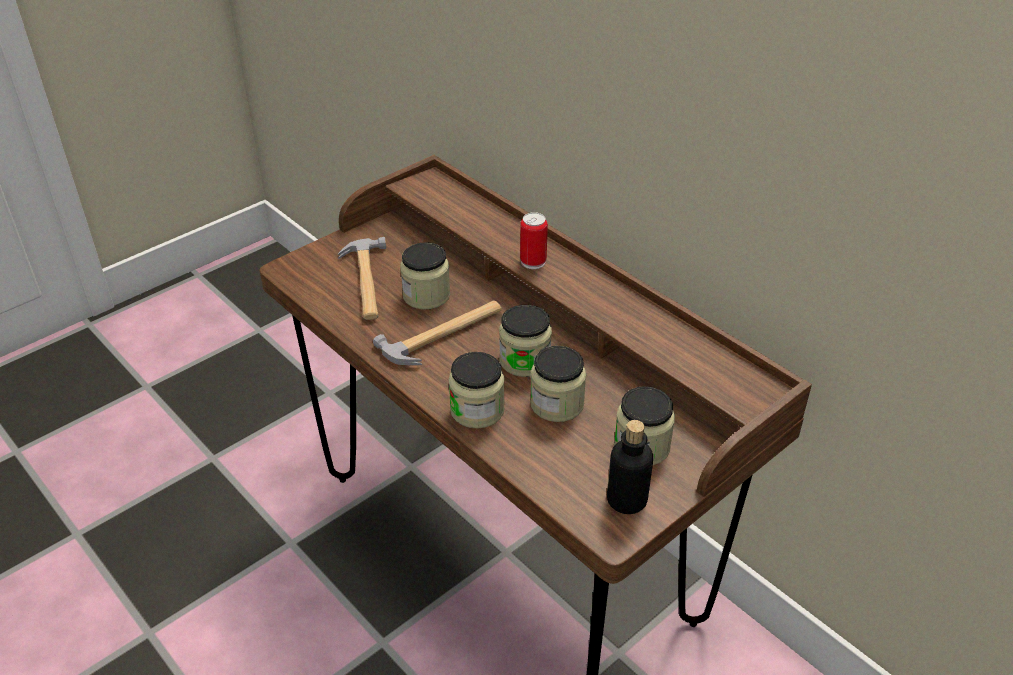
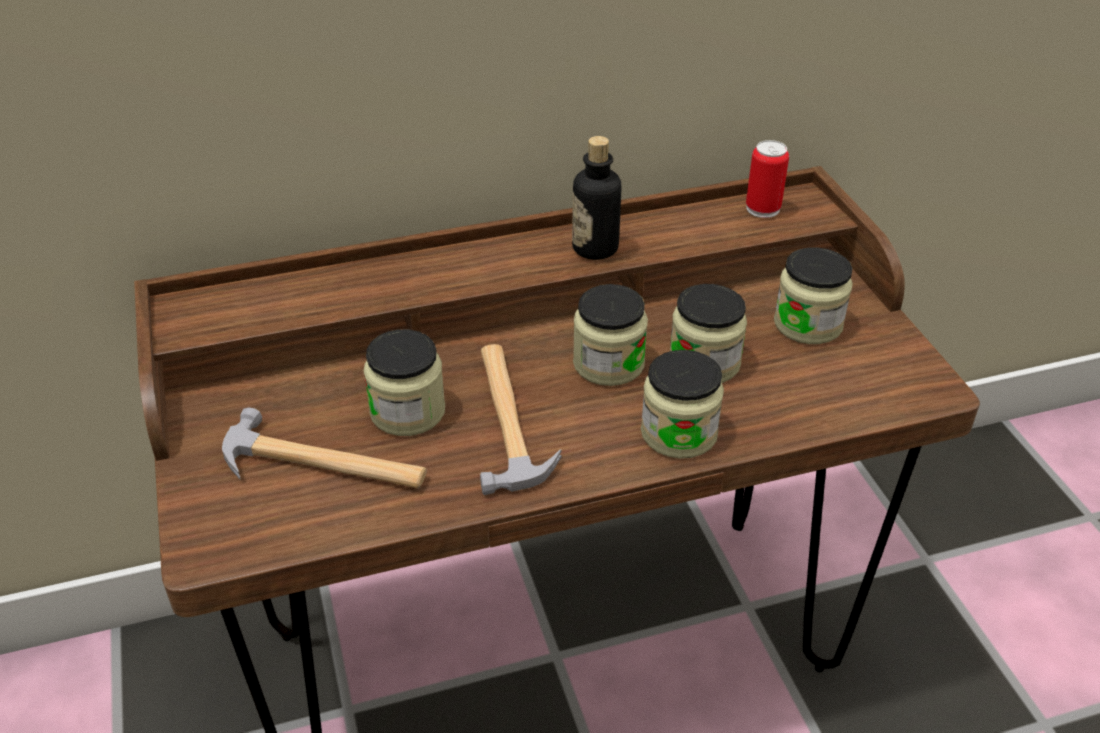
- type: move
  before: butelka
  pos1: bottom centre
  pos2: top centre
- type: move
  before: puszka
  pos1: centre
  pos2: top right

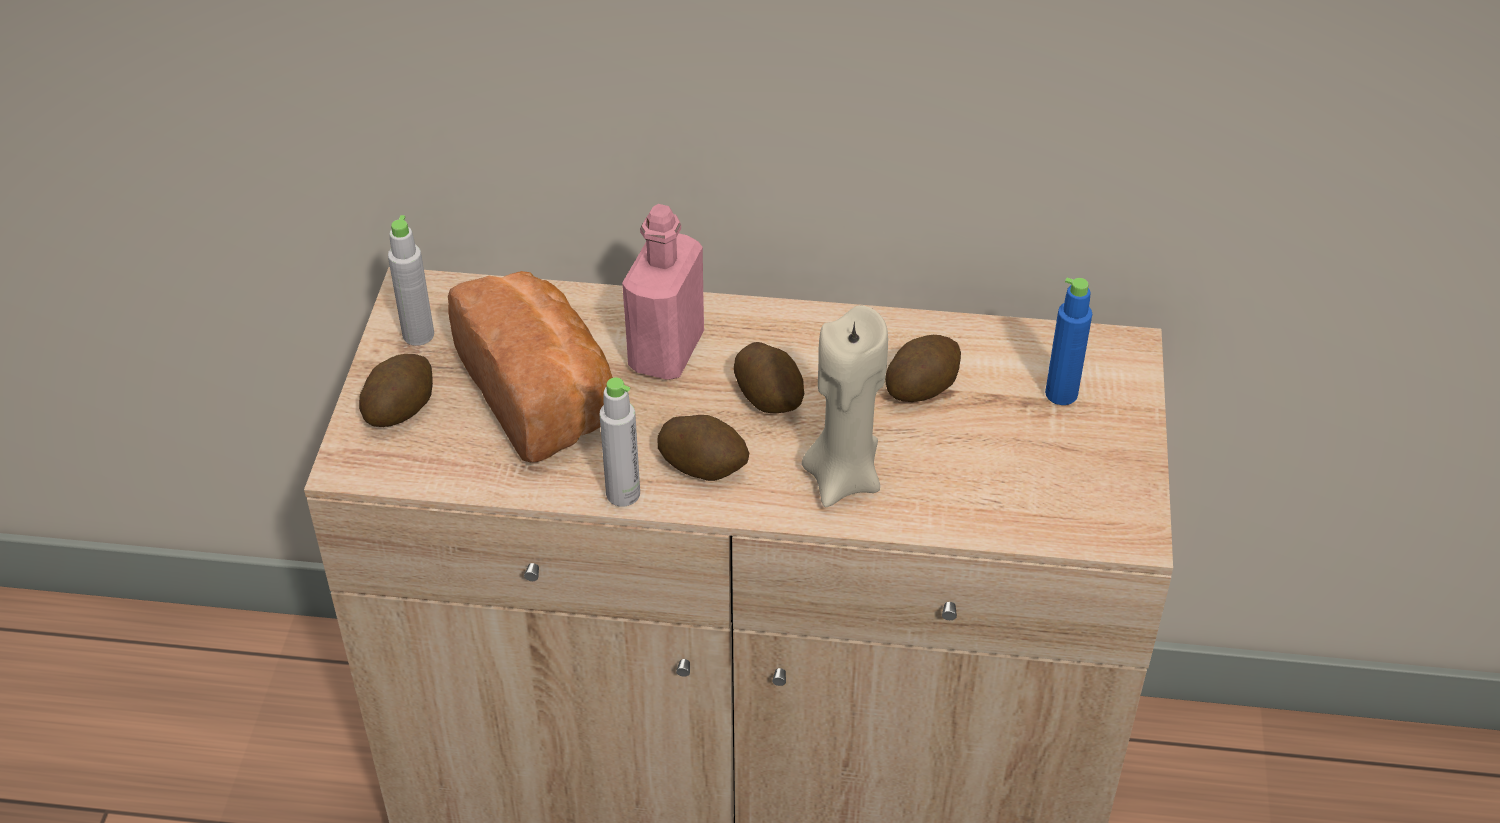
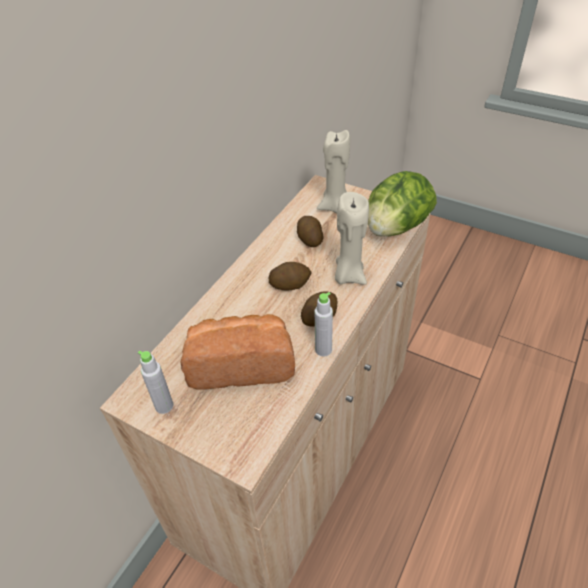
- type: replace
  before: butelka [niebieski]
  after: świeca [beżowy] (1st from left)
  pos1: middle right
  pos2: top centre
- type: insert
  after: sałata
  pos2: middle right
- type: delete
  before: ziemniak (1st from left)
  pos1: middle left
- type: delete
  before: butelka [różowy]
  pos1: centre

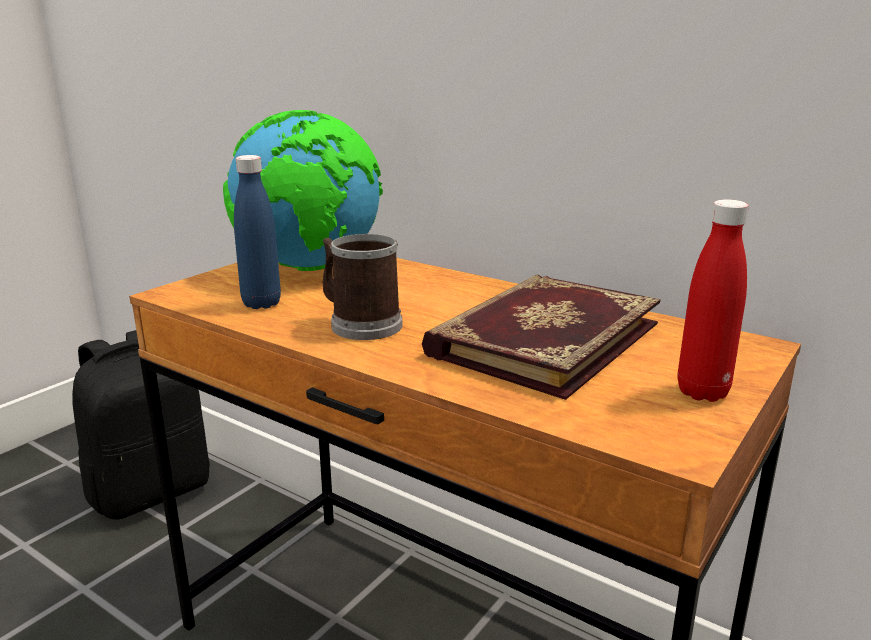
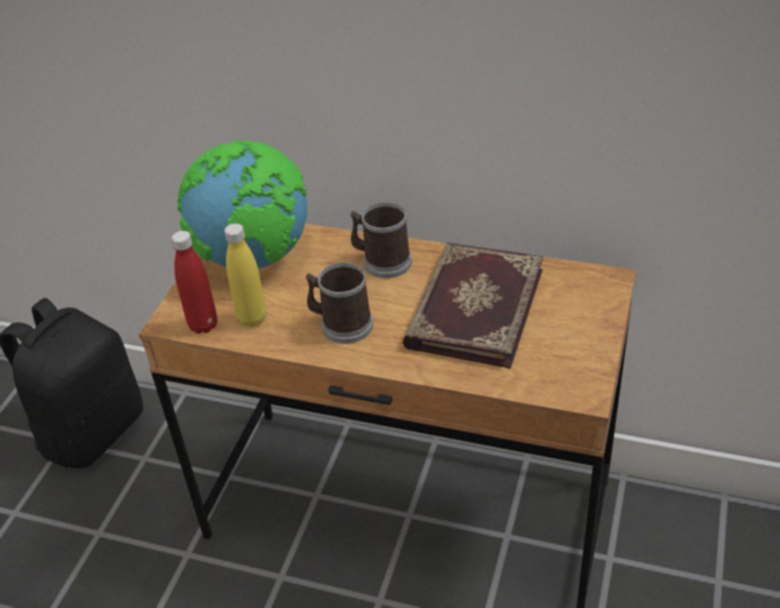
- type: move
  before: butelka [czerwony]
  pos1: middle right
  pos2: middle left
- type: recolor
  before: butelka [niebieski]
  after: butelka [żółty]
  pos1: middle left
  pos2: middle left
- type: insert
  after: kubek (2nd from left)
  pos2: centre

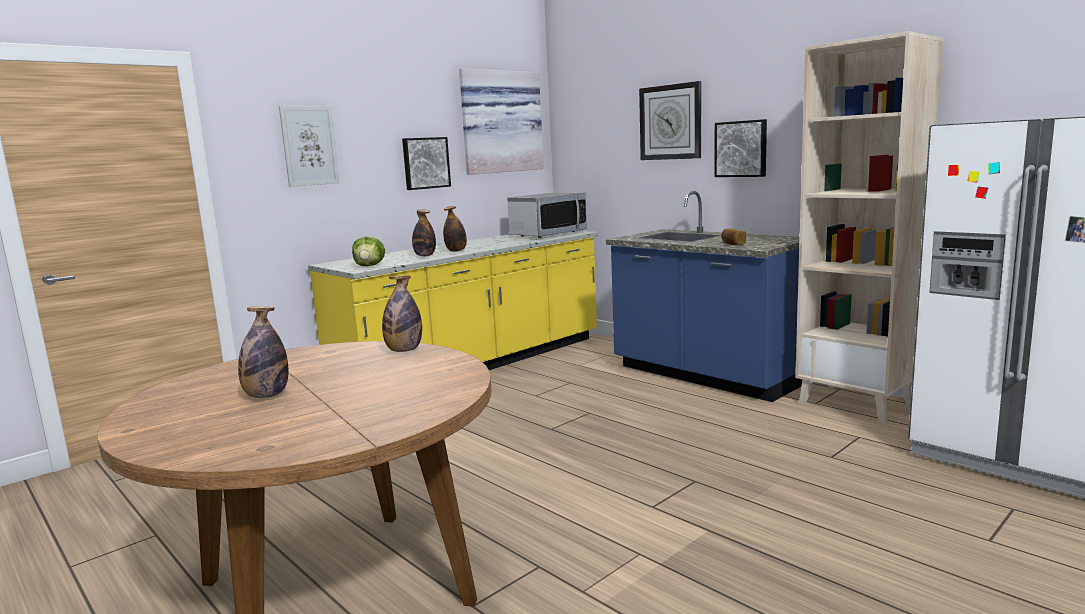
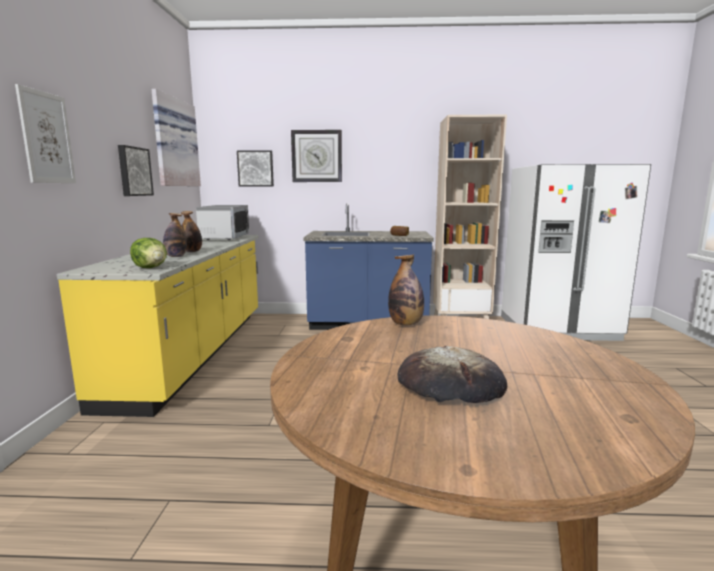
- type: move
  before: obraz (4th from left)
  pos1: top right
  pos2: top centre
- type: replace
  before: butelka (1st from left)
  after: chleb (2nd from left)
  pos1: middle left
  pos2: centre

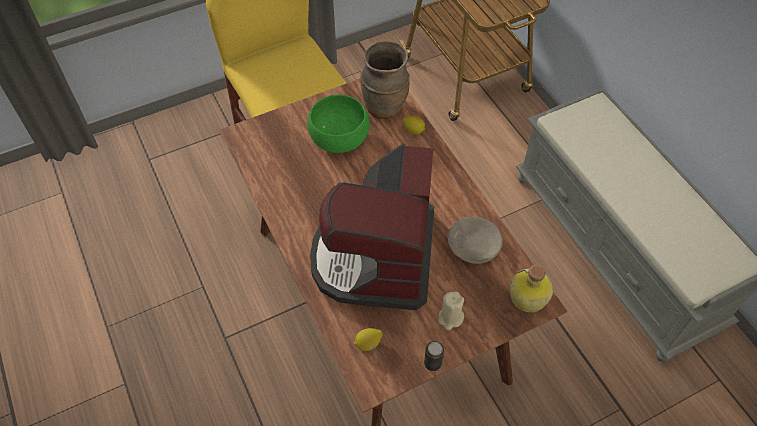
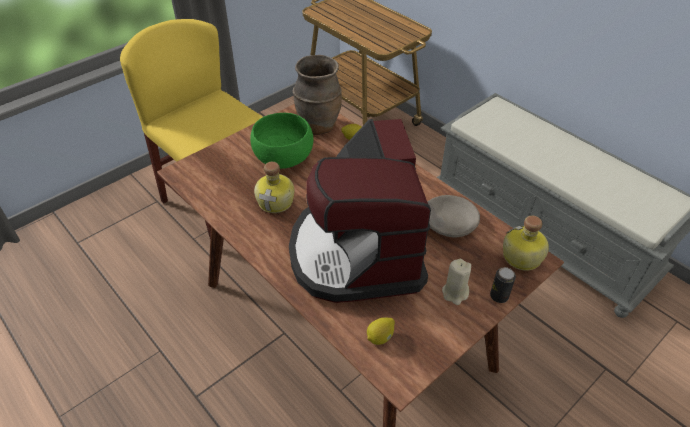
- type: insert
  after: butelka (1st from left)
  pos2: centre
- type: move
  before: puszka
  pos1: bottom centre
  pos2: bottom right

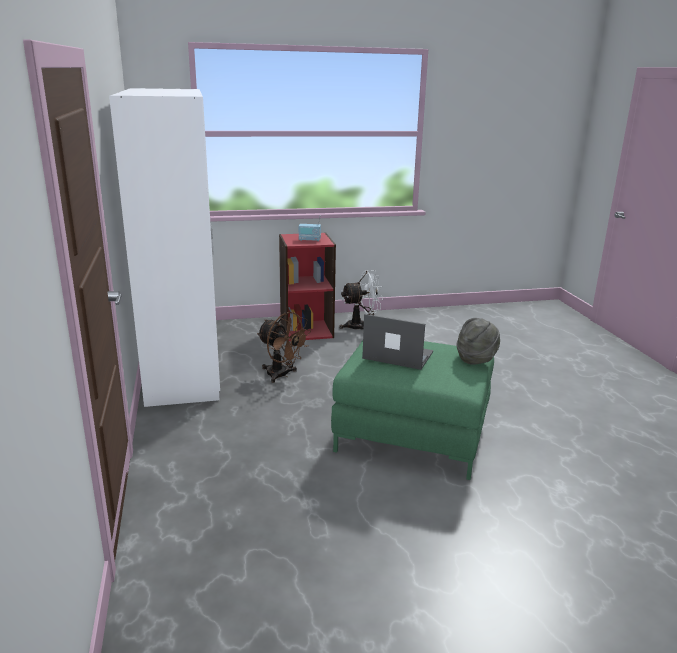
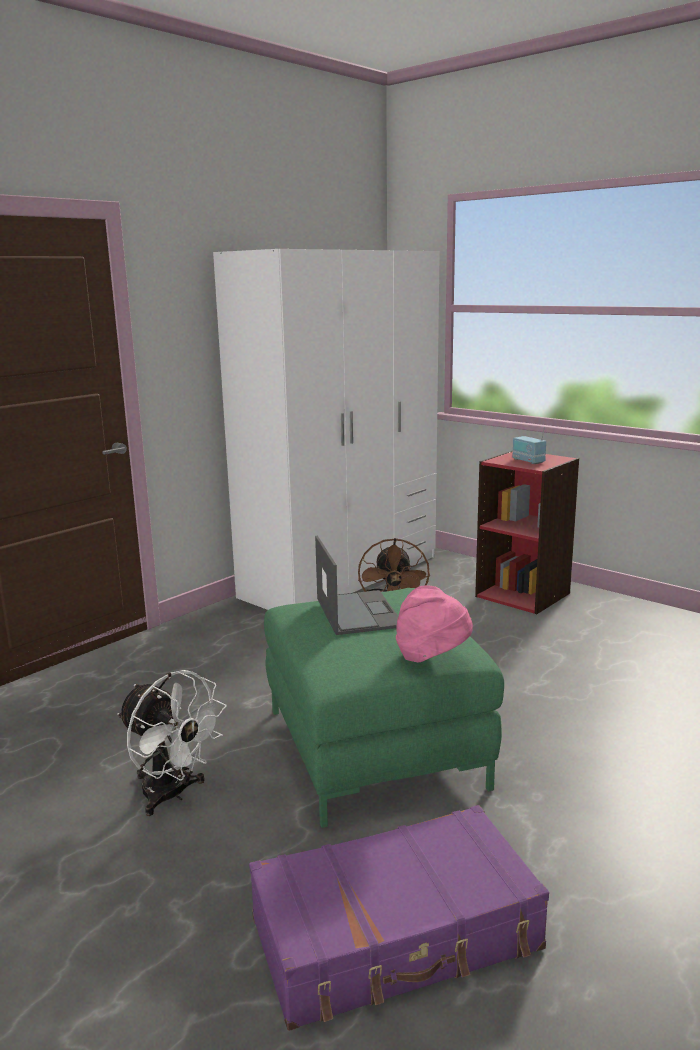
- type: move
  before: wentylator [biały]
  pos1: centre
  pos2: bottom left
- type: insert
  after: walizka [fioletowy]
  pos2: bottom centre
- type: recolor
  before: kapelusz [szary]
  after: kapelusz [różowy]
  pos1: middle right
  pos2: centre

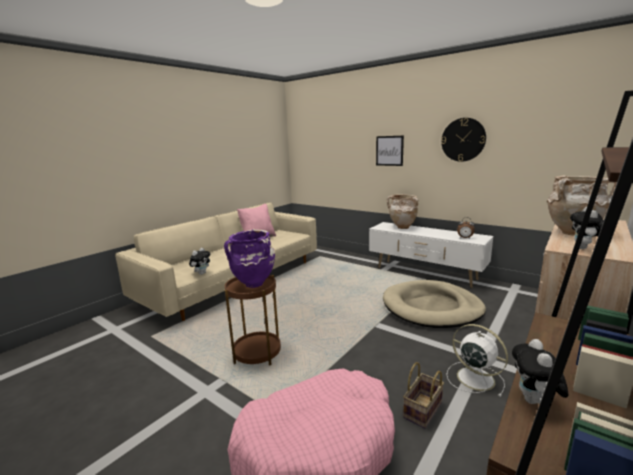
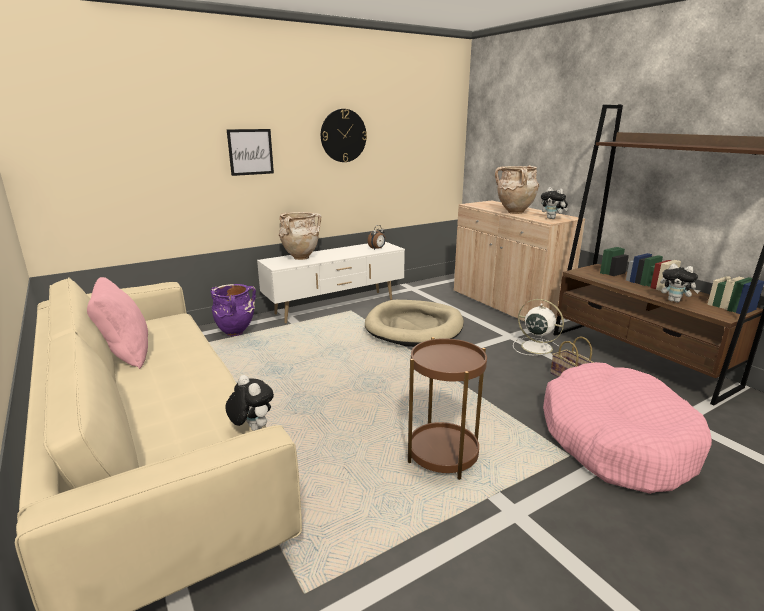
- type: move
  before: wazon [fioletowy]
  pos1: centre
  pos2: middle left
- type: rotate
  before: wentylator [biały]
  pos1: bottom right
  pos2: middle right
  turn: 60

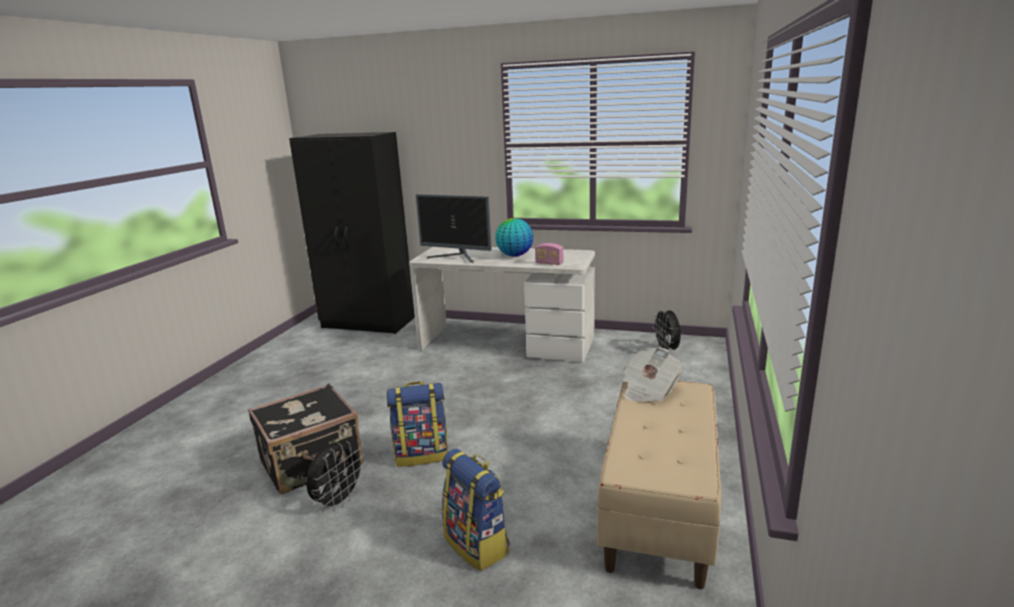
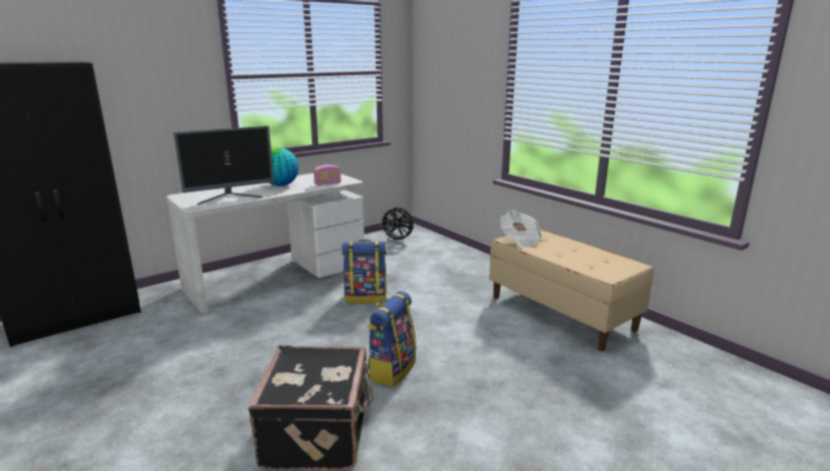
- type: move
  before: plecak (2nd from left in the first image)
  after: plecak (1st from left)
  pos1: bottom centre
  pos2: centre
- type: delete
  before: wentylator [czarny] (1st from left)
  pos1: bottom left

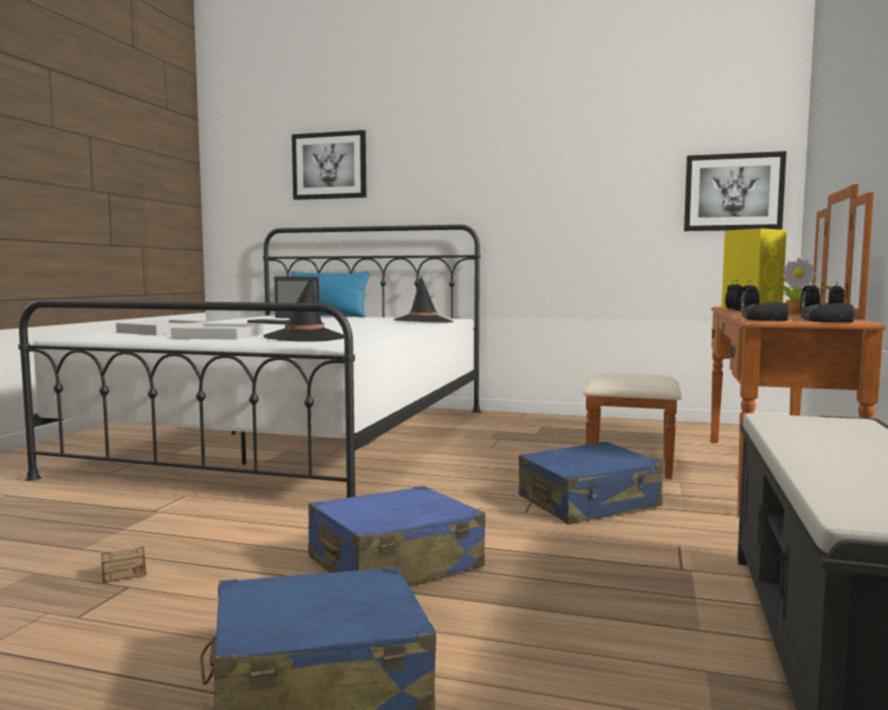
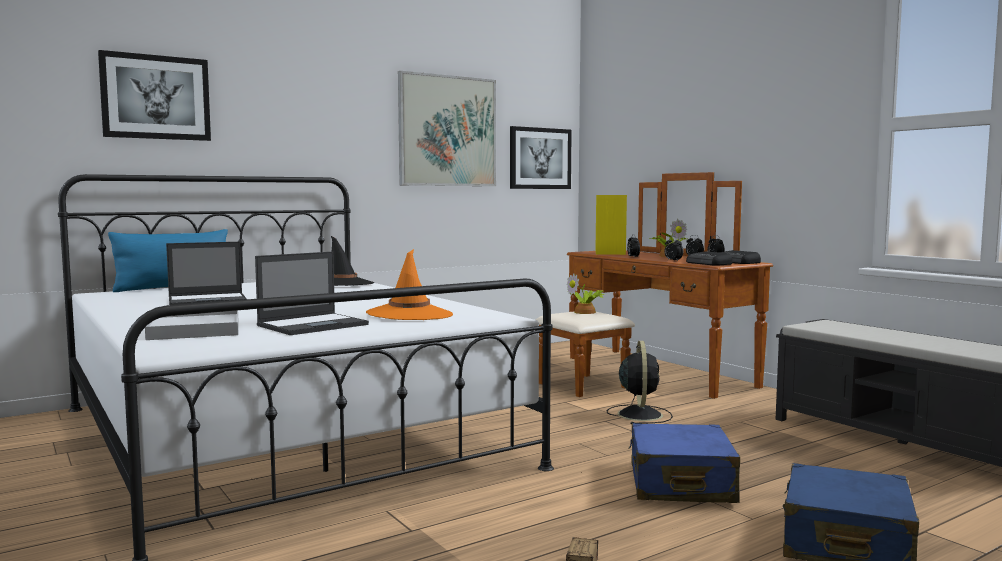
- type: replace
  before: taca [biały] (2nd from left)
  after: laptop (2nd from left)
  pos1: middle left
  pos2: middle left
- type: recolor
  before: kapelusz [czarny] (1st from left)
  after: kapelusz [pomarańczowy]
  pos1: centre
  pos2: centre
- type: insert
  after: obraz (2nd from left)
  pos2: top centre
- type: insert
  after: roślina doniczkowa (1st from left)
  pos2: centre
- type: replace
  before: walizka [niebieski] (3rd from left)
  after: wentylator [czarny]
  pos1: bottom centre
  pos2: bottom centre

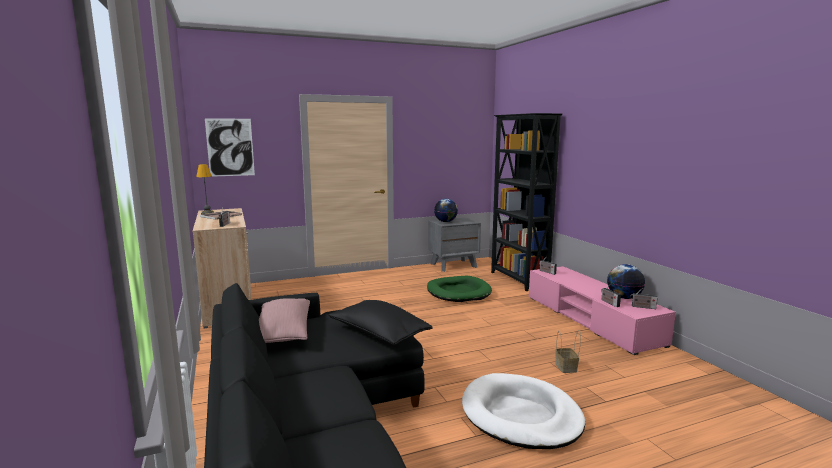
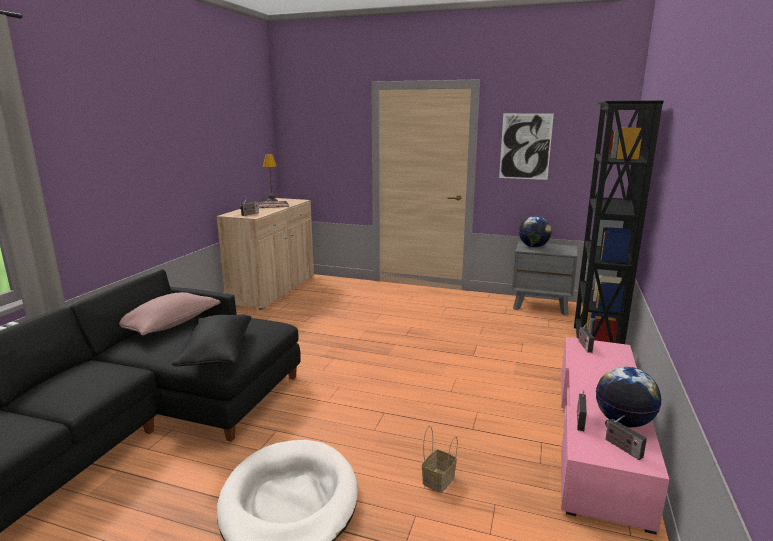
- type: move
  before: obraz
  pos1: top left
  pos2: top right
- type: delete
  before: legowisko [zielony]
  pos1: centre

